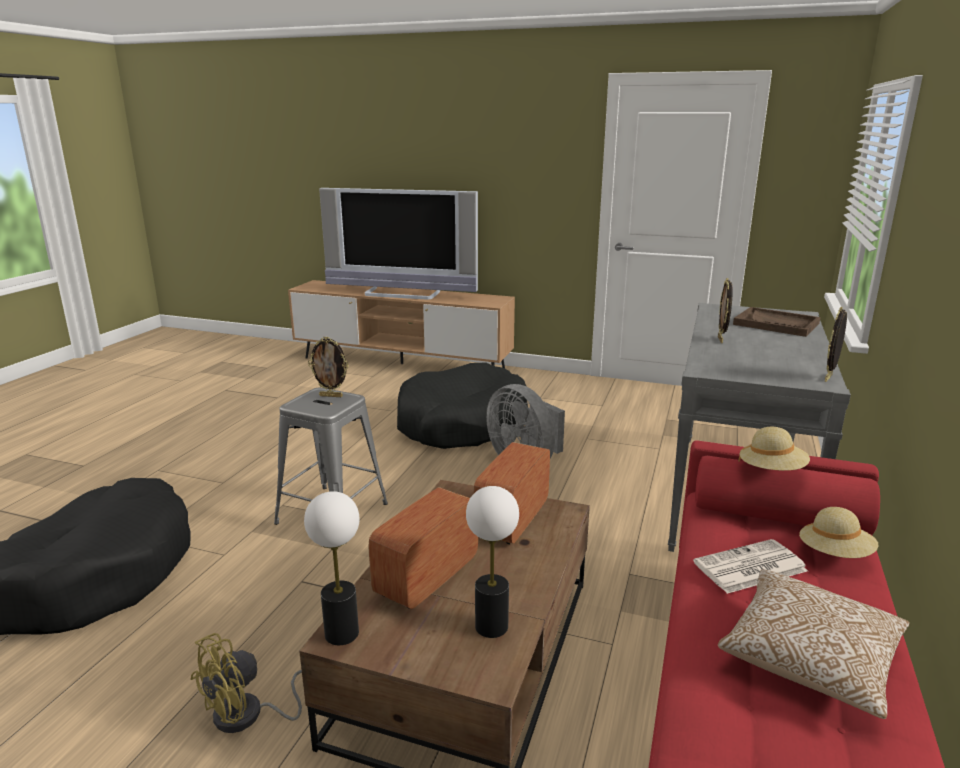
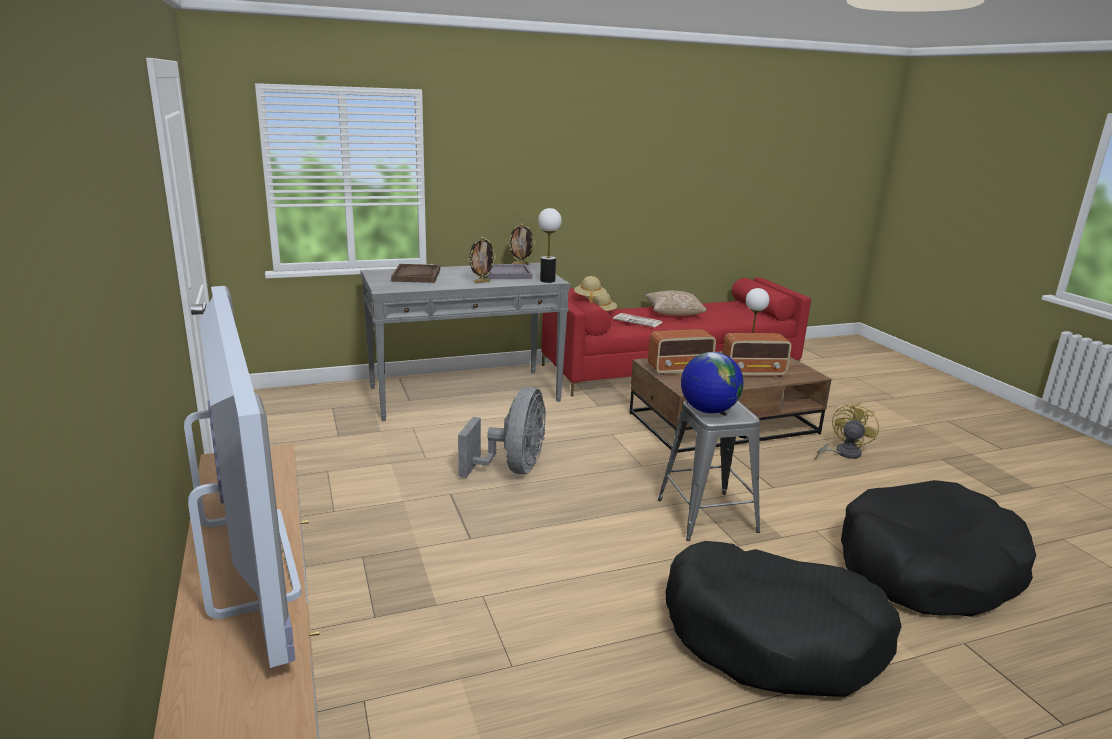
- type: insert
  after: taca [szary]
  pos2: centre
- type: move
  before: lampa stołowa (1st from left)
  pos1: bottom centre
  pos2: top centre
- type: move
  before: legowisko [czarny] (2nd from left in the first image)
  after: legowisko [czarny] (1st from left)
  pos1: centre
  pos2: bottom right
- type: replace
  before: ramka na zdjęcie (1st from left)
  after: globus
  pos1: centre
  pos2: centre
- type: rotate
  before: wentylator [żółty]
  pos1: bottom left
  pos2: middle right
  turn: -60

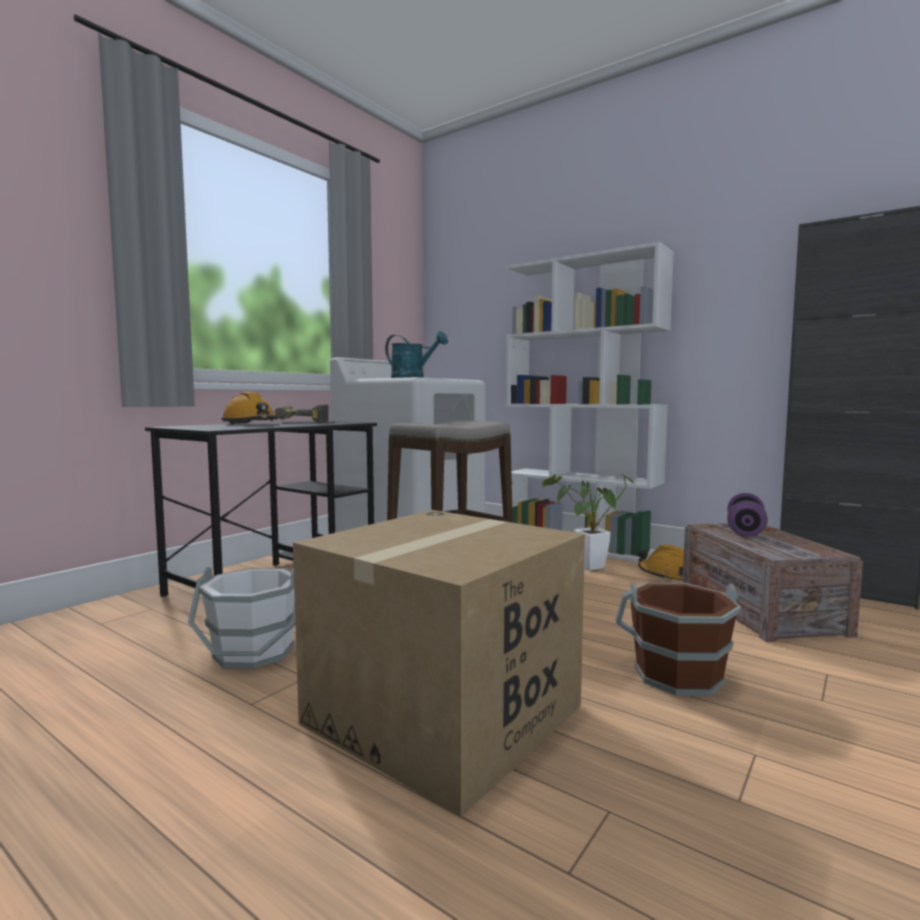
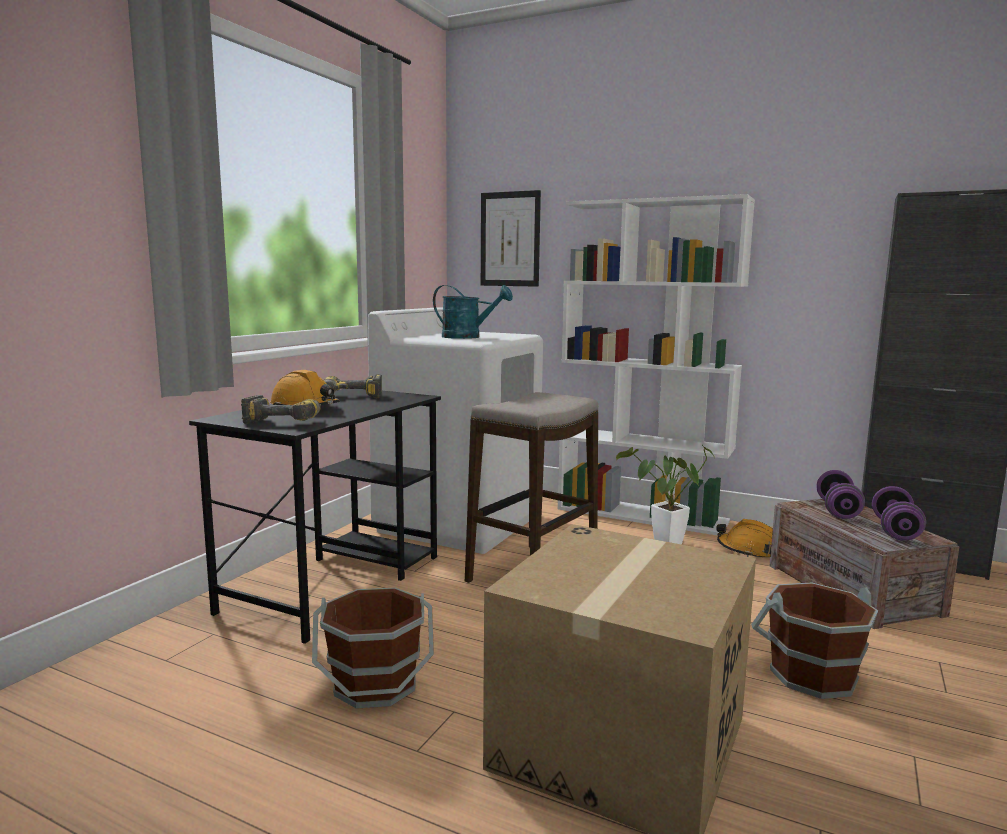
- type: insert
  after: wiertarka (1st from left)
  pos2: middle left
- type: recolor
  before: wiadro [biały]
  after: wiadro [brązowy] (1st from left)
  pos1: bottom left
  pos2: bottom centre
- type: insert
  after: obraz
  pos2: top centre
- type: insert
  after: hantel [fioletowy] (2nd from left)
  pos2: middle right

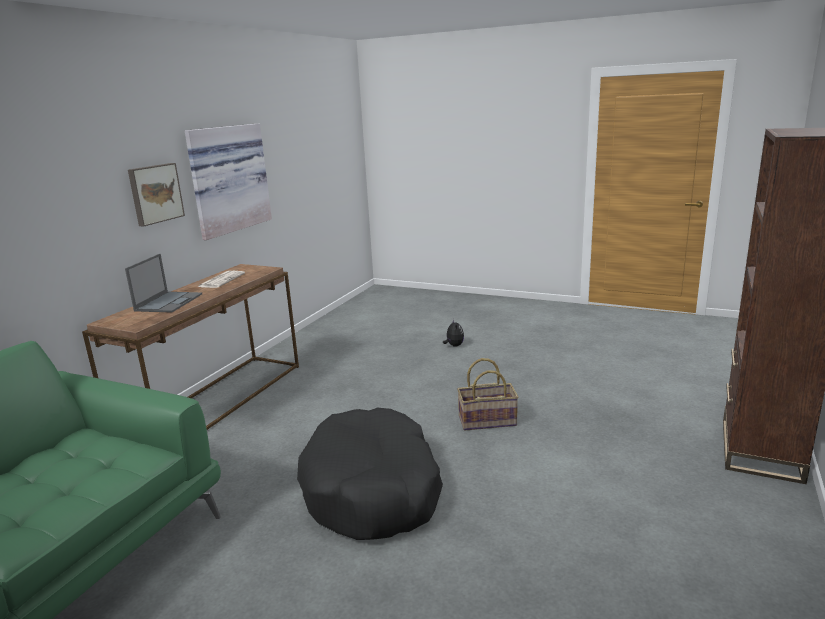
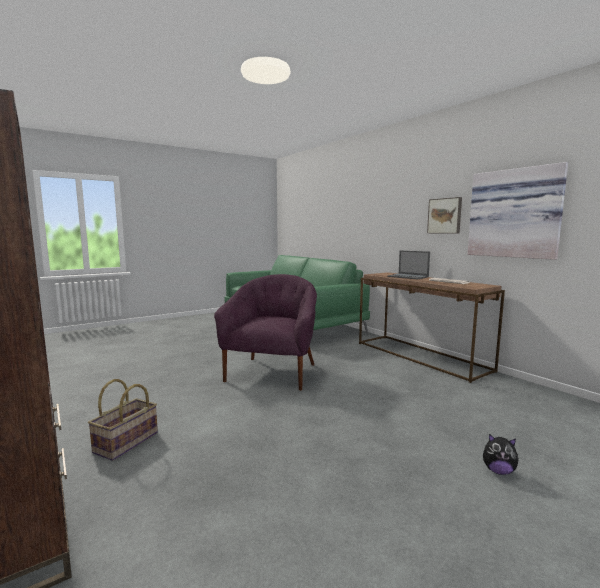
- type: move
  before: koszyk
  pos1: centre
  pos2: bottom left
- type: replace
  before: legowisko [czarny]
  after: fotel [fioletowy]
  pos1: bottom centre
  pos2: centre

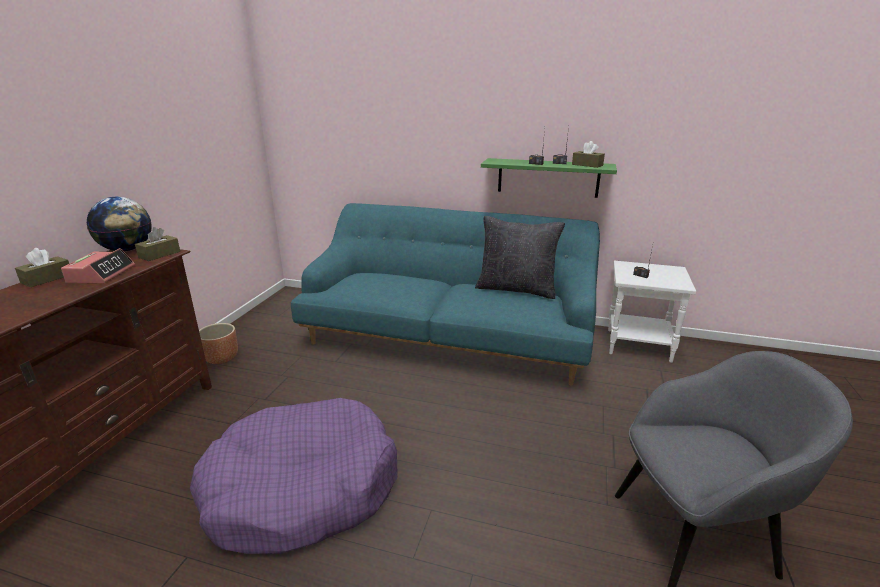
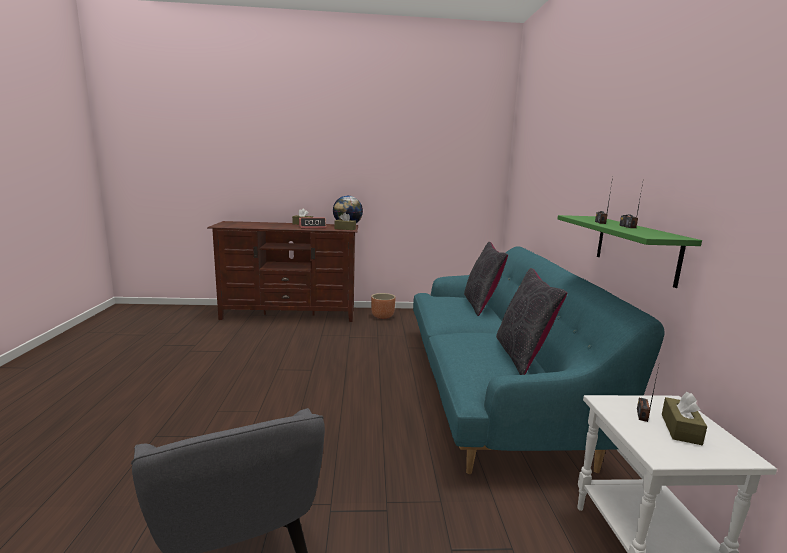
- type: insert
  after: poduszka [czarny] (1st from left)
  pos2: centre
- type: move
  before: pudełko chusteczek [brązowy] (3rd from left)
  pos1: top right
  pos2: bottom right
- type: delete
  before: legowisko [fioletowy]
  pos1: bottom centre

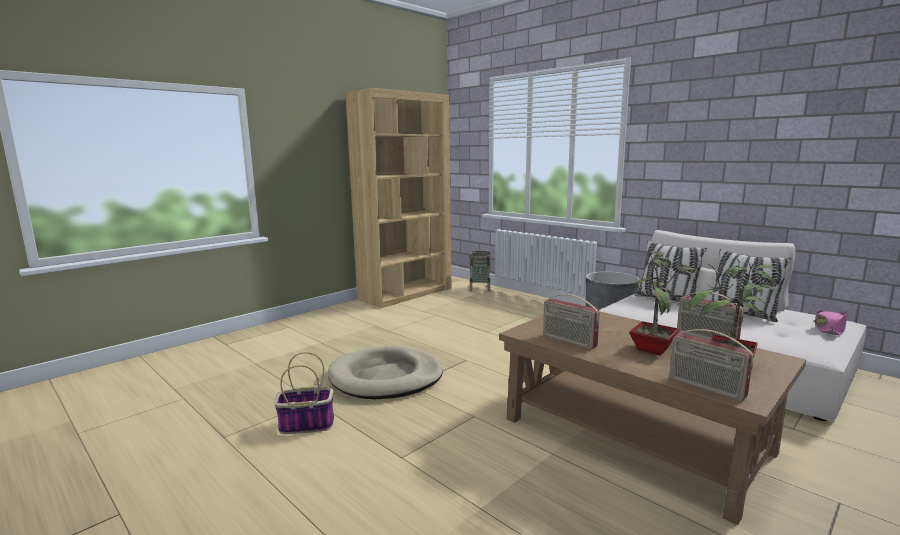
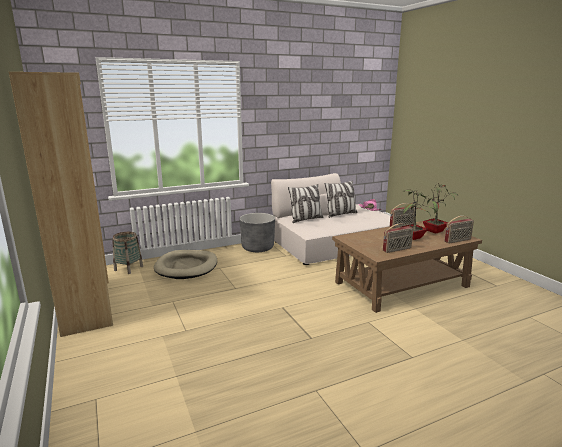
- type: move
  before: legowisko [beżowy]
  pos1: bottom centre
  pos2: middle left
- type: delete
  before: koszyk (1st from left)
  pos1: bottom centre

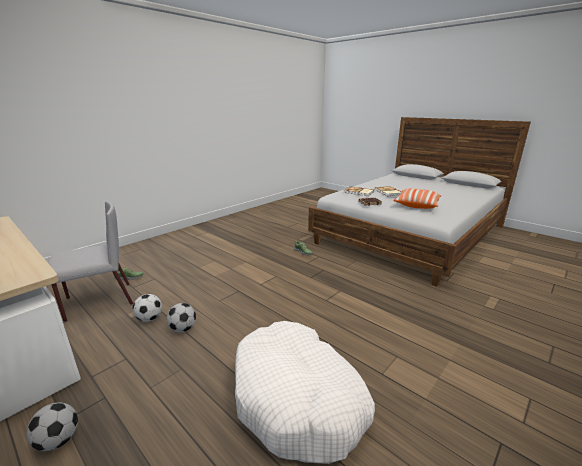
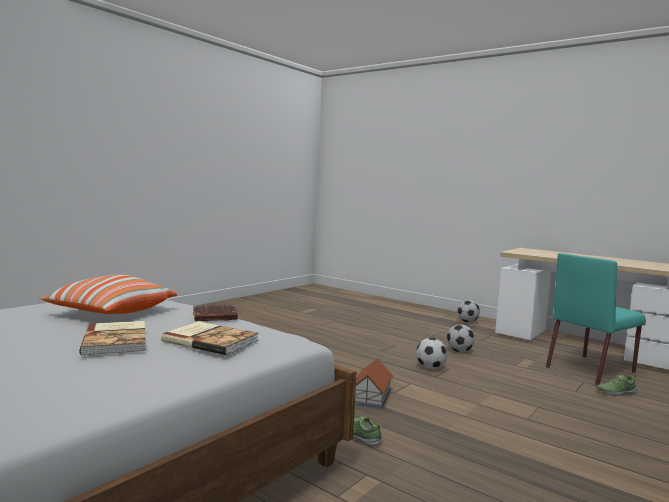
- type: insert
  after: domek
  pos2: bottom centre
- type: move
  before: piłka futbolowa (2nd from left in the first image)
  after: piłka futbolowa (1st from left)
  pos1: middle left
  pos2: bottom centre
- type: recolor
  before: krzesło [szary]
  after: krzesło [turkusowy]
  pos1: middle left
  pos2: middle right
- type: delete
  before: legowisko [biały]
  pos1: bottom centre

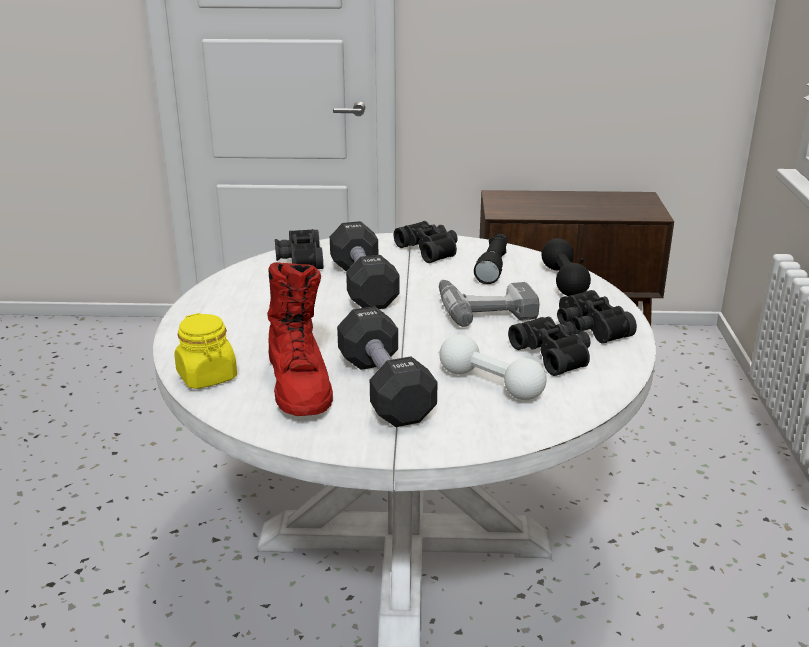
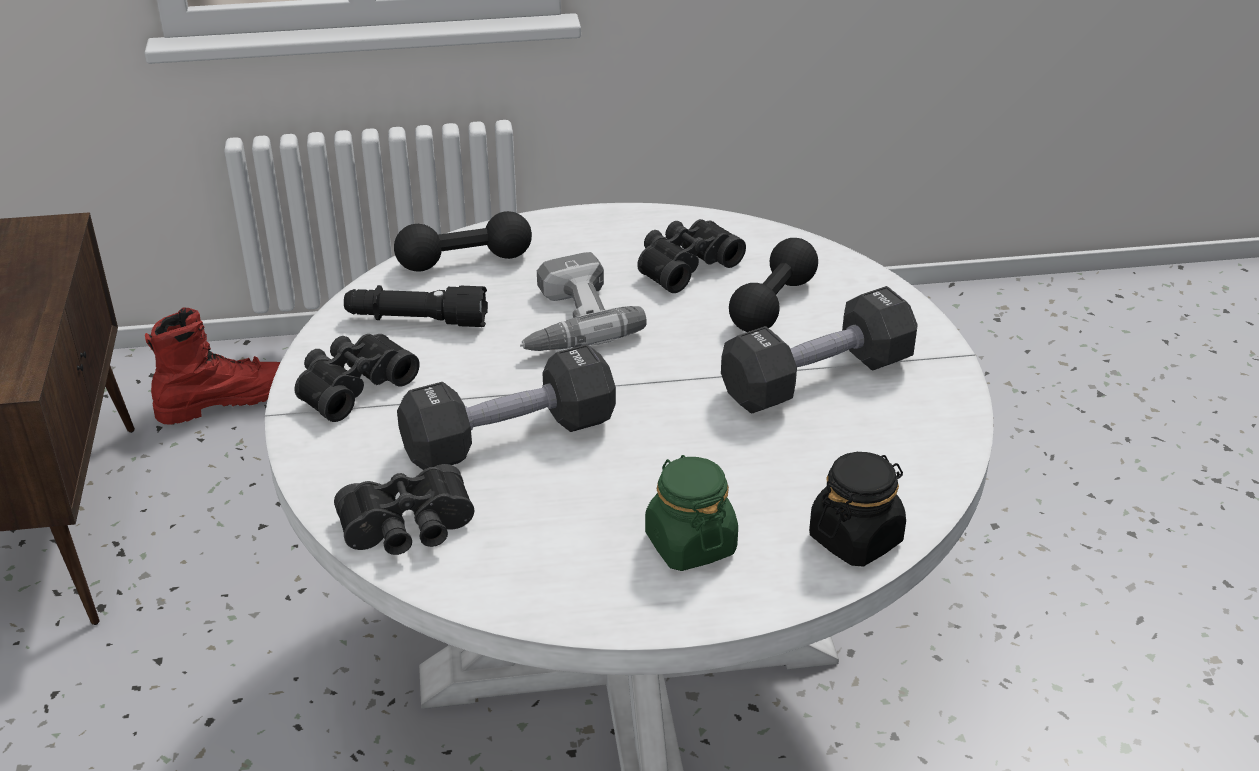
- type: move
  before: but z cholewką [czerwony]
  pos1: centre
  pos2: middle left
- type: insert
  after: słoik [zielony]
  pos2: centre
- type: recolor
  before: hantel [biały]
  after: hantel [czarny] (3rd from left)
  pos1: centre
  pos2: centre
- type: recolor
  before: słoik [żółty]
  after: słoik [czarny]
  pos1: middle left
  pos2: middle right
- type: delete
  before: lornetka [czarny] (4th from left)
  pos1: middle right

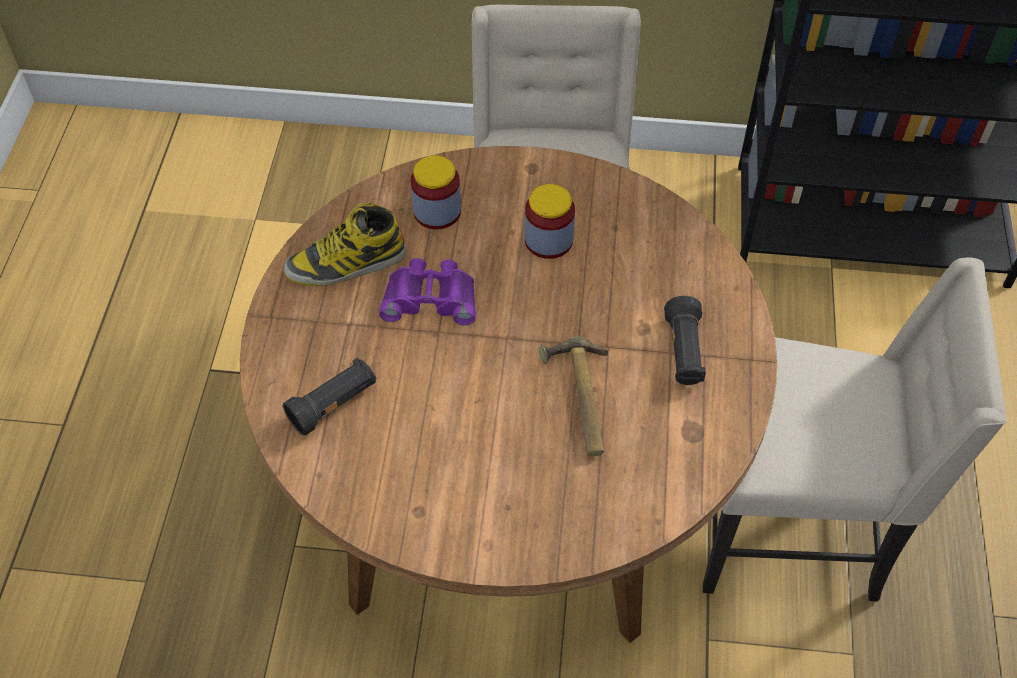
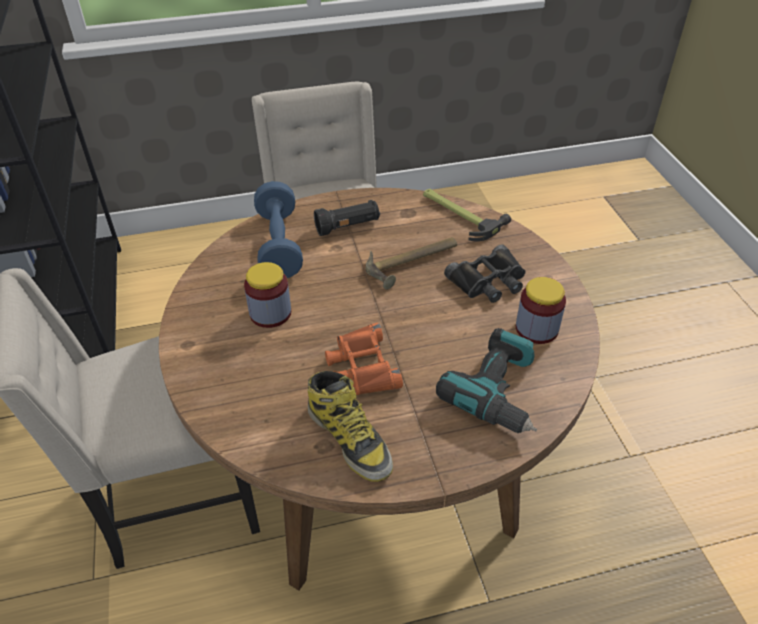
- type: insert
  after: hantel [niebieski]
  pos2: centre
- type: recolor
  before: lornetka [fioletowy]
  after: lornetka [pomarańczowy]
  pos1: centre
  pos2: centre
- type: insert
  after: młotek (2nd from left)
  pos2: centre
- type: replace
  before: latarka [czarny] (1st from left)
  after: wiertarka
  pos1: middle left
  pos2: centre
- type: insert
  after: lornetka [czarny]
  pos2: centre
- type: move
  before: słoik (1st from left in the first image)
  after: słoik (2nd from left)
  pos1: top centre
  pos2: middle right

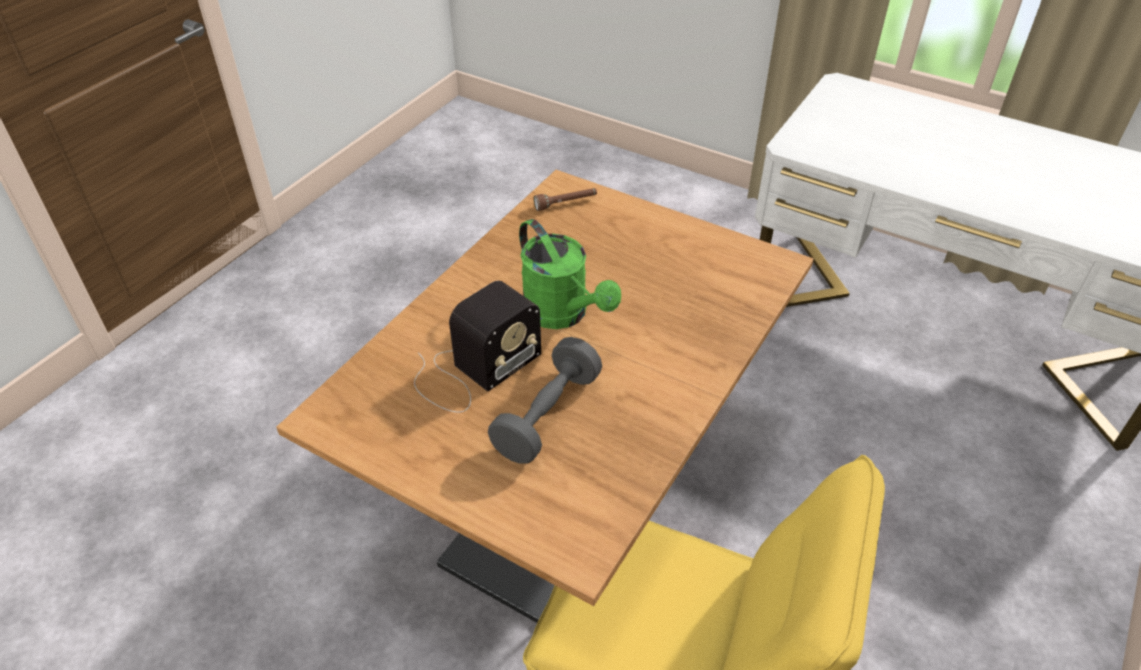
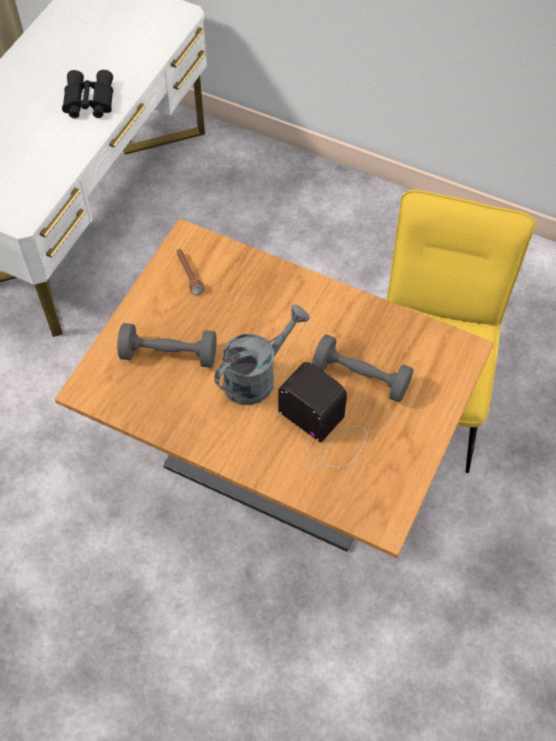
- type: insert
  after: lornetka [czarny]
  pos2: top left
- type: insert
  after: hantel [szary] (1st from left)
  pos2: middle left
- type: move
  before: latarka [brązowy]
  pos1: top centre
  pos2: centre
- type: recolor
  before: konewka [zielony]
  after: konewka [szary]
  pos1: centre
  pos2: centre

